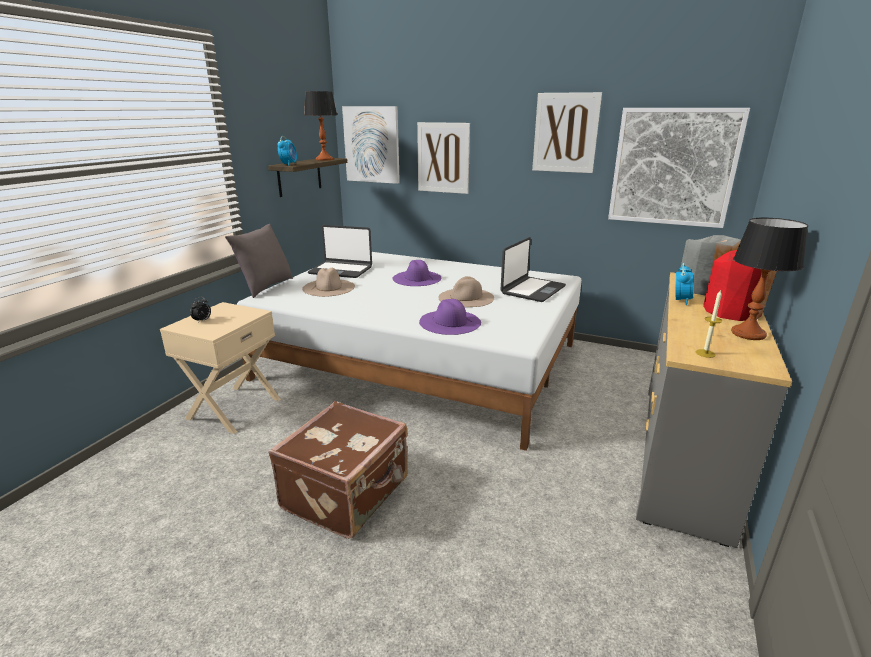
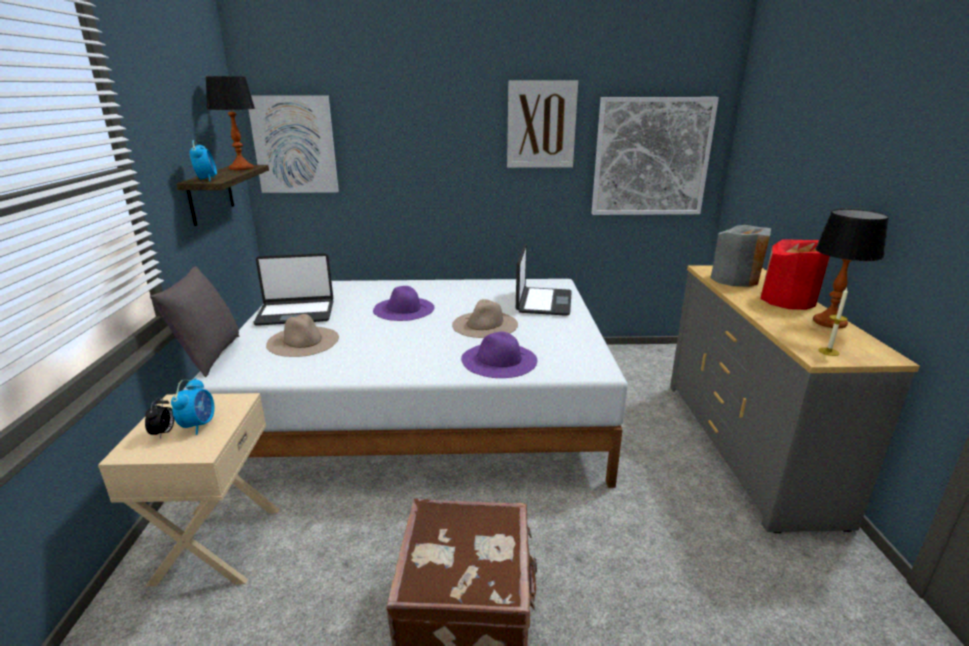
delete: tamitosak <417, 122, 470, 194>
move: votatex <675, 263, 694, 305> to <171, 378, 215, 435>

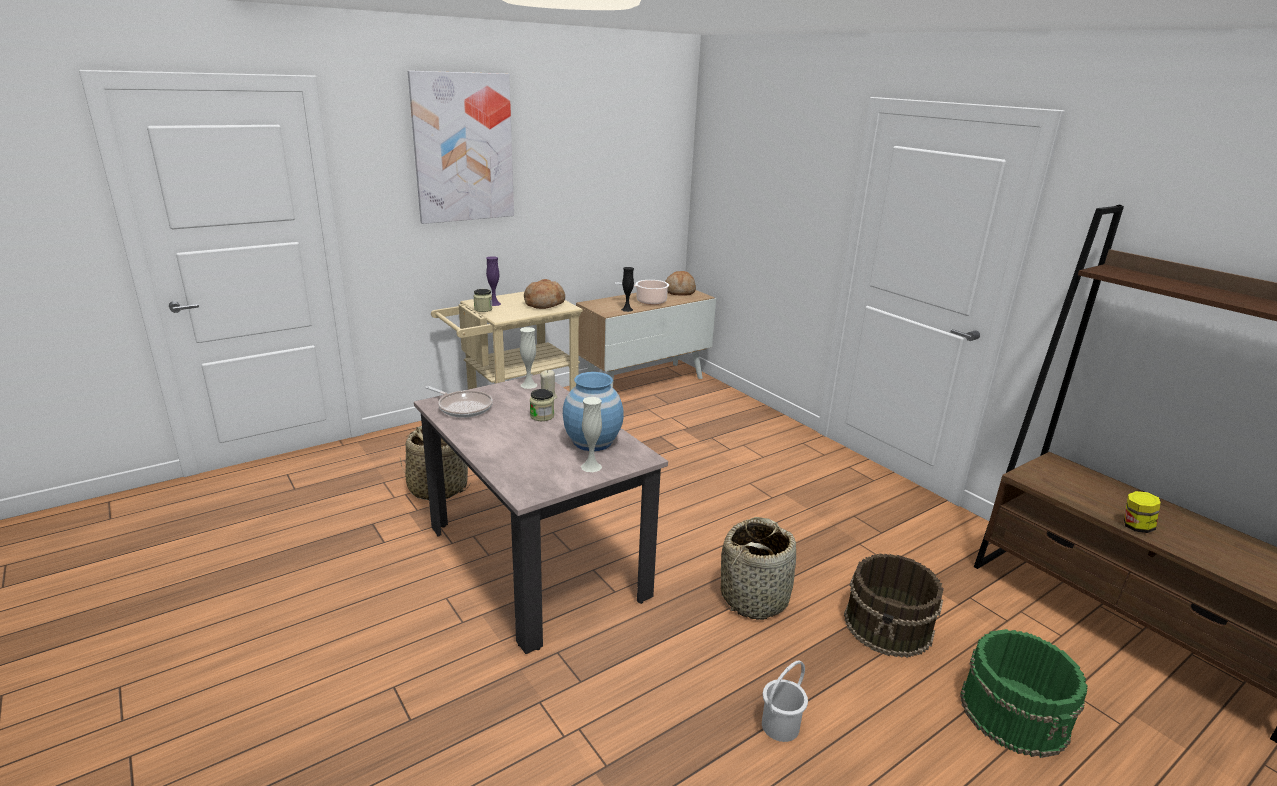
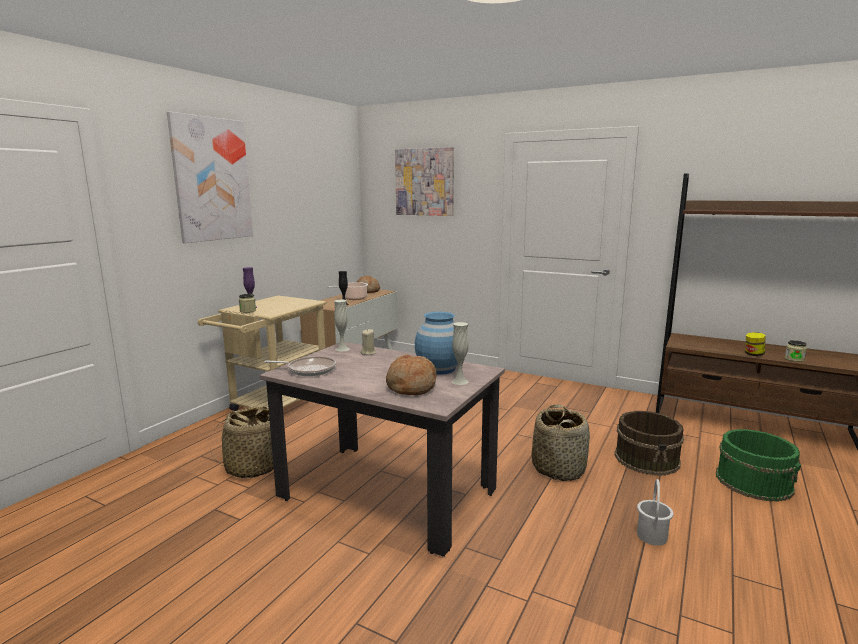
insert: tamitosak <395, 147, 454, 216>
move: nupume <524, 279, 565, 309> to <386, 355, 437, 395>; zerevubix <530, 389, 554, 421> to <785, 340, 807, 362>

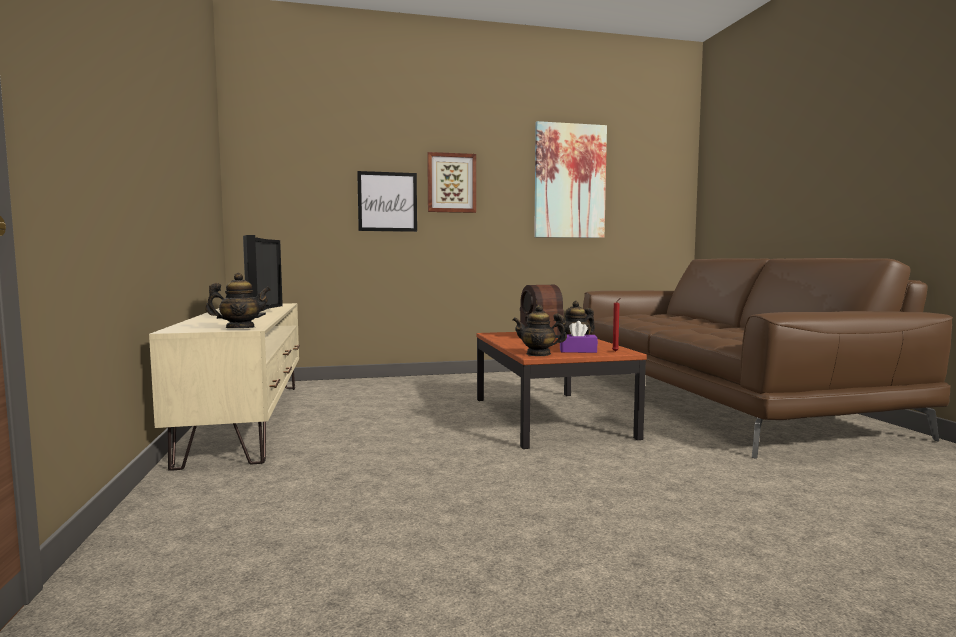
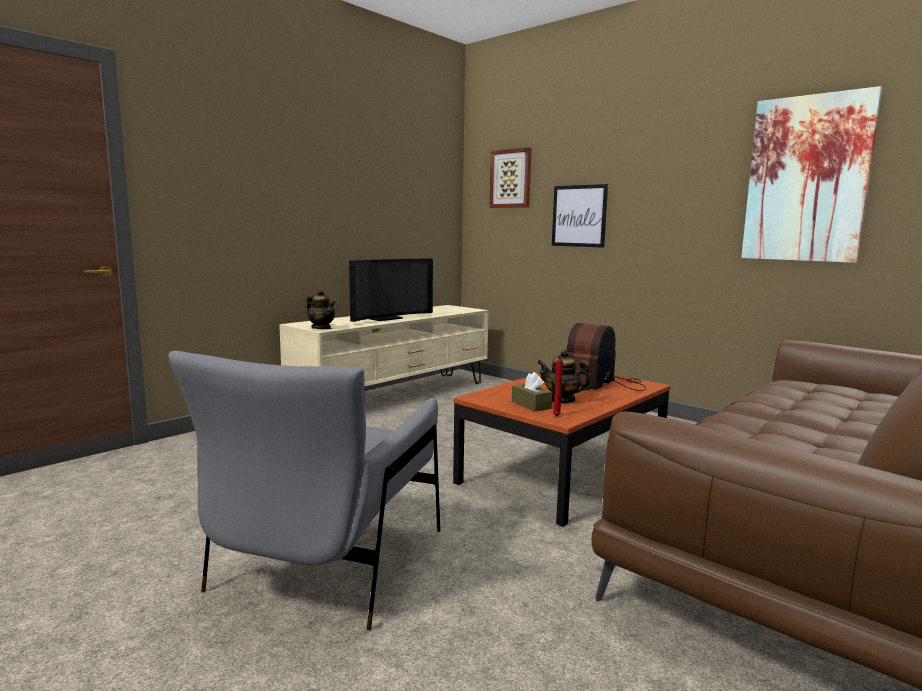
delete: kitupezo <513, 305, 567, 356>
insert: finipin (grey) <168, 351, 441, 630>
move: tamitosak <427, 152, 476, 213> to <489, 147, 531, 208>
recolor: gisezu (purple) <560, 321, 598, 353> to gisezu (brown) <512, 372, 552, 412>

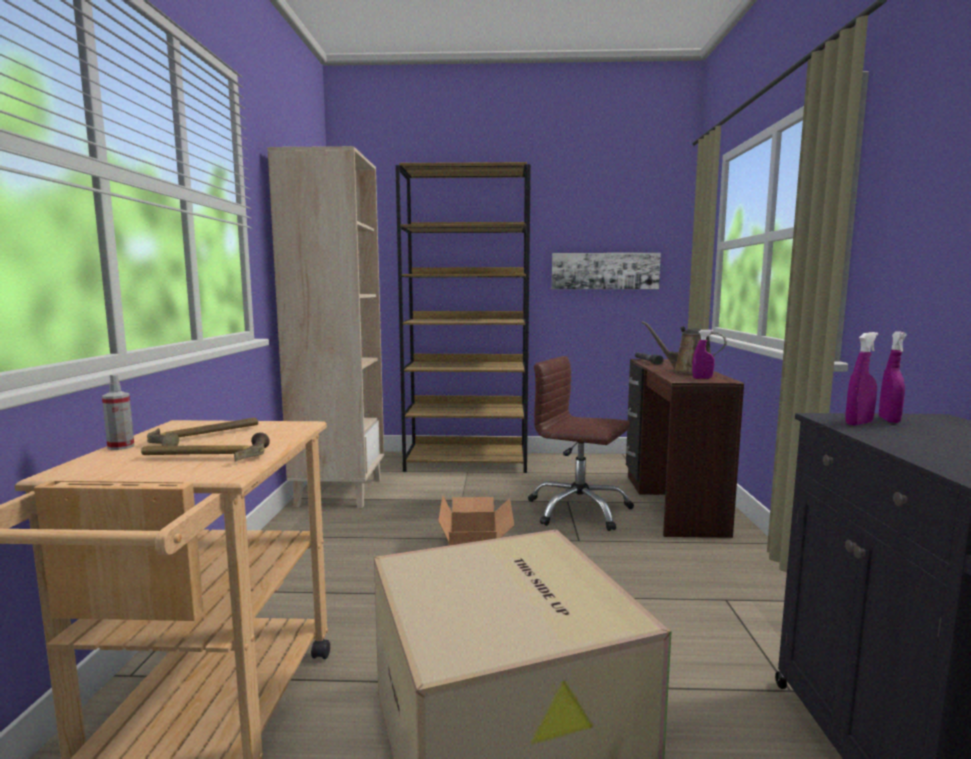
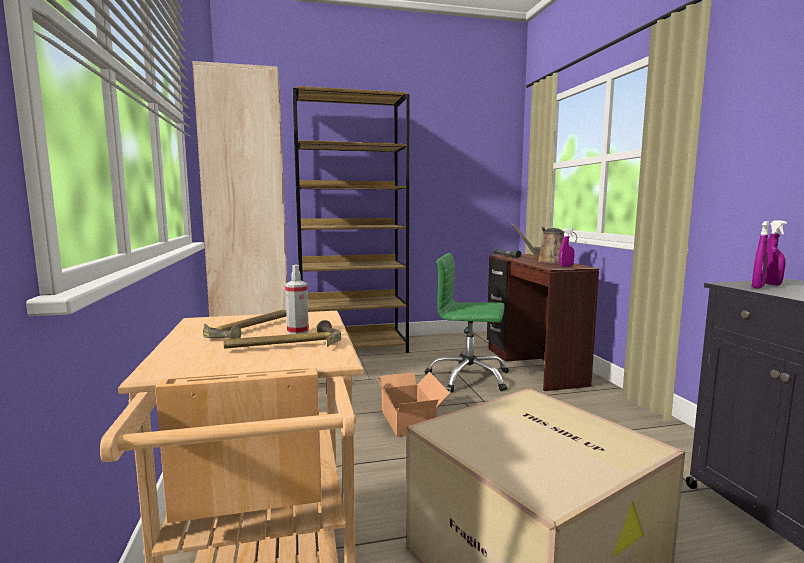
delete: tamitosak <552, 253, 661, 289>
move: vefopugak <102, 374, 134, 450> to <285, 265, 309, 334>
recolor: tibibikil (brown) <528, 356, 634, 531> to tibibikil (green) <425, 253, 509, 392>

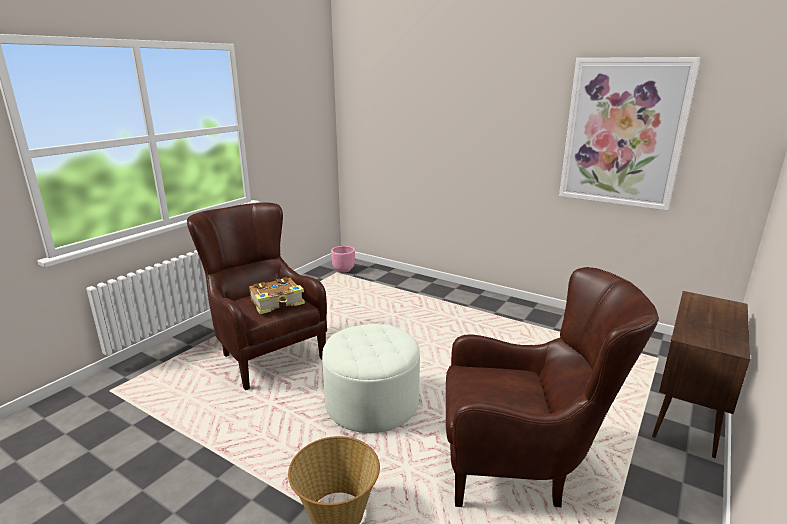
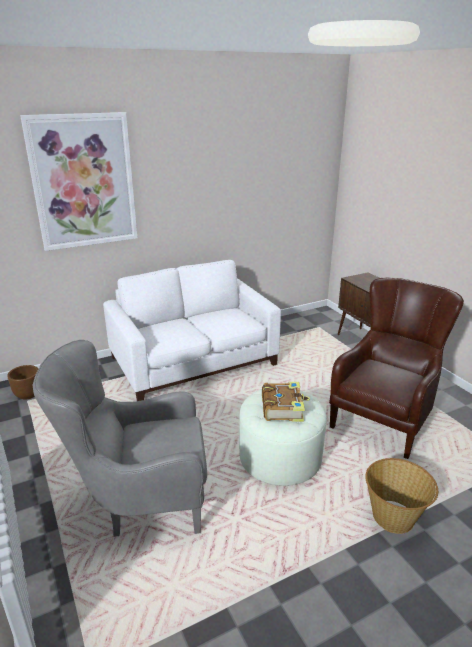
insert: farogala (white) <103, 260, 281, 401>
move: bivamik <249, 277, 305, 314> to <262, 382, 310, 422>; tamitosak <559, 57, 701, 210> to <20, 112, 138, 251>
recolor: finipin (brown) <187, 203, 327, 390> to finipin (grey) <33, 340, 207, 537>; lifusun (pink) <331, 246, 355, 273> to lifusun (brown) <7, 365, 38, 400>

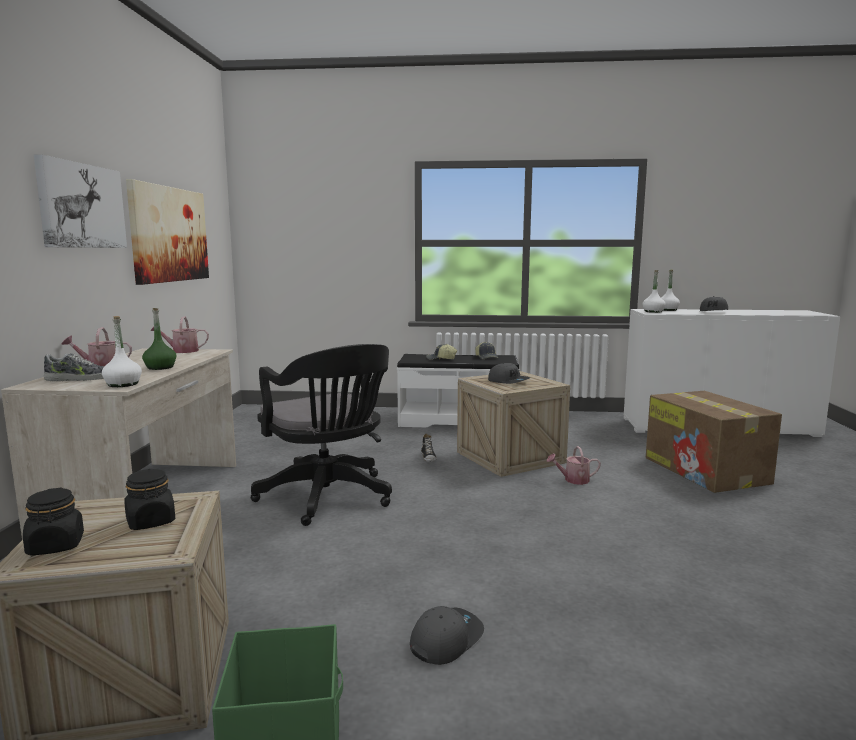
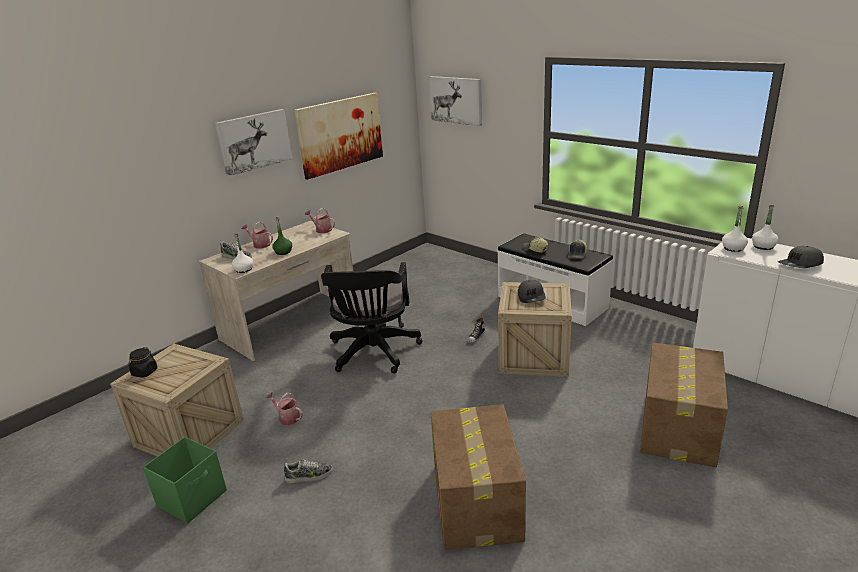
delete: zerevubix (black) <124, 469, 175, 530>
insert: tamitosak <429, 76, 482, 126>; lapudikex <431, 404, 526, 550>
move: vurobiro <547, 446, 601, 485> to <265, 392, 303, 425>
replace: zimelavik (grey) <410, 606, 484, 665> to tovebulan <284, 459, 333, 484>

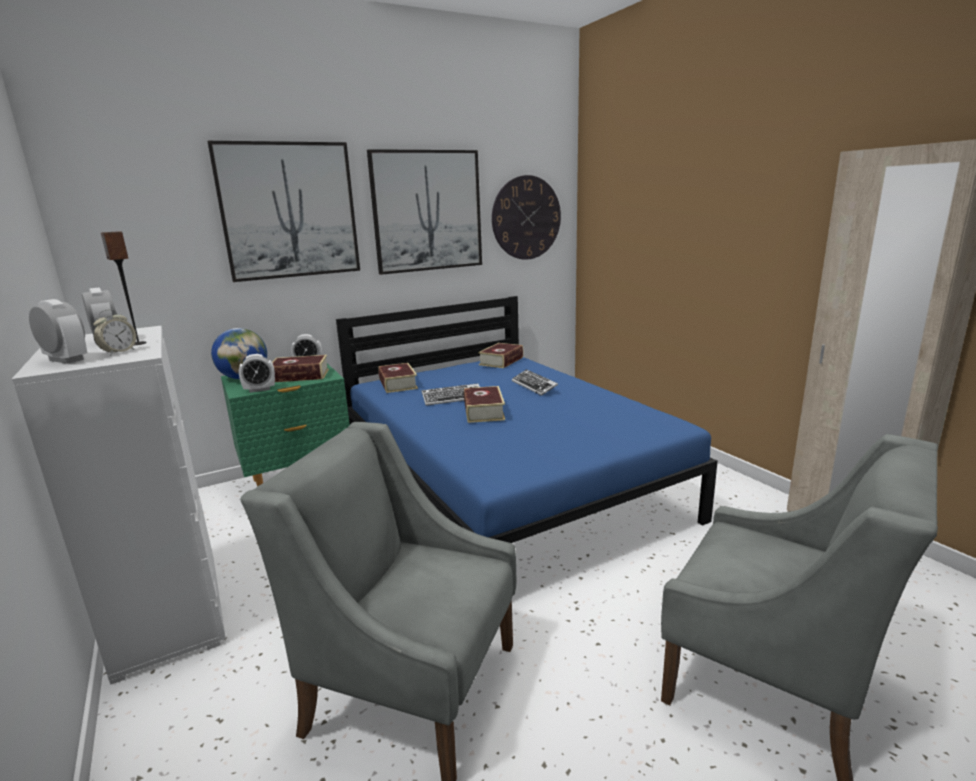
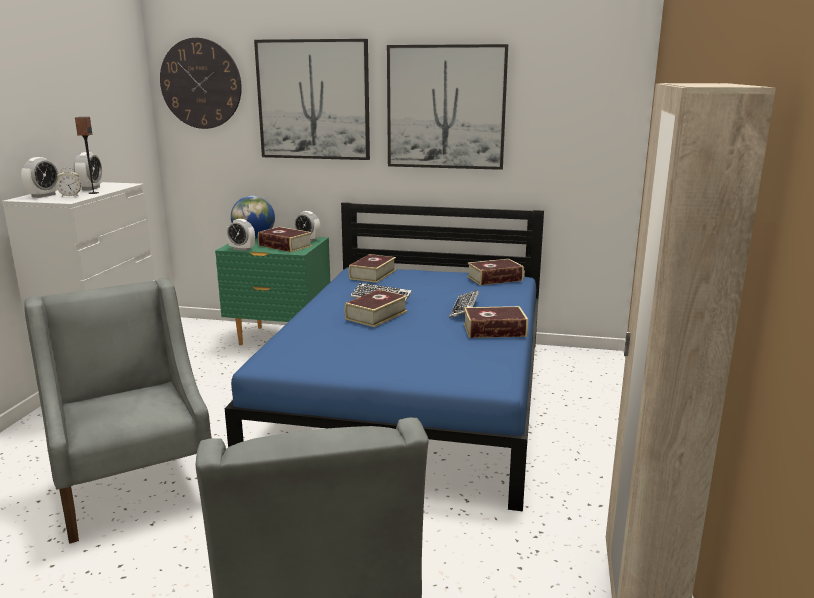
insert: bivamik <464, 306, 528, 338>
move: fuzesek <492, 175, 561, 260> to <160, 38, 242, 129>
rotate: votatex <29, 299, 87, 364> = <21, 157, 59, 198> 45 degrees clockwise

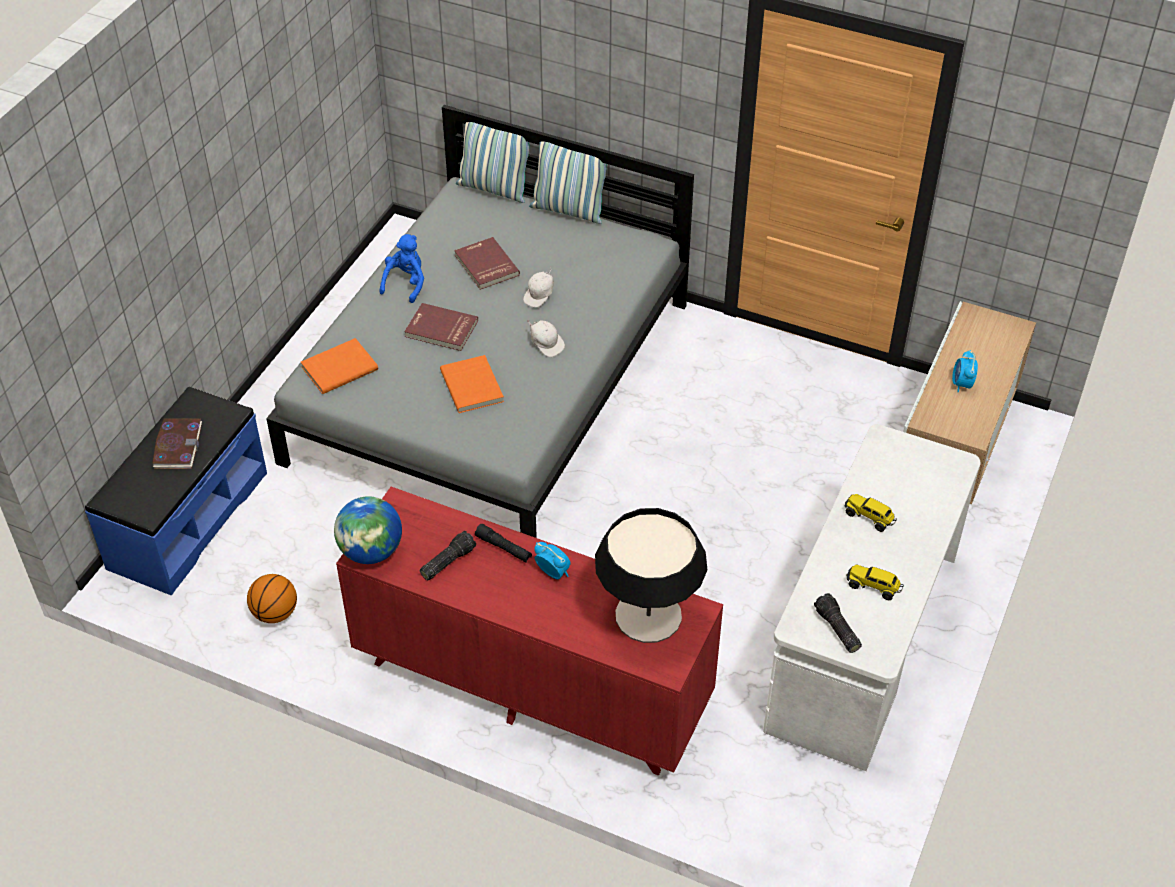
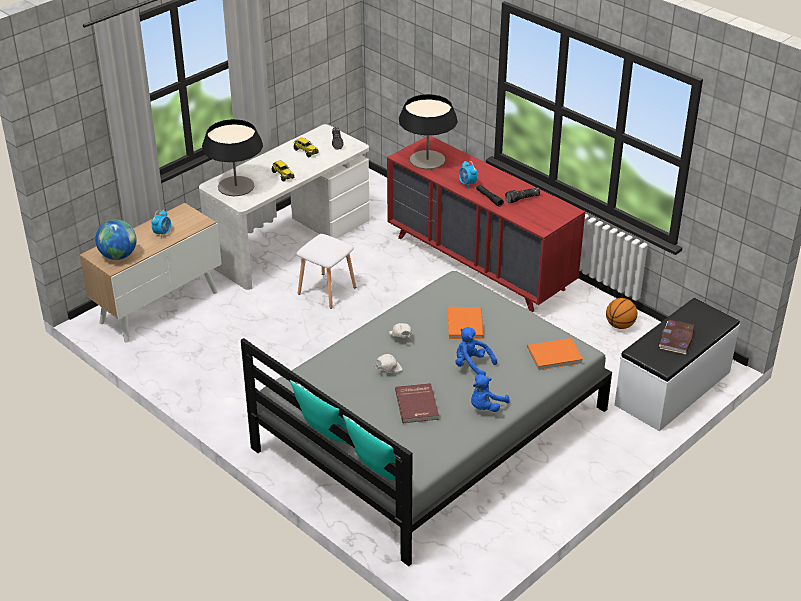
insert: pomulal <202, 119, 263, 196>; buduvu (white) <296, 234, 356, 309>
move: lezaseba <334, 496, 402, 564> to <95, 219, 136, 260>
replace: bivamik (red) <404, 303, 478, 351> to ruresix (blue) <455, 327, 497, 375>
recolor: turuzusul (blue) <85, 387, 267, 596> to turuzusul (white) <615, 298, 740, 431>

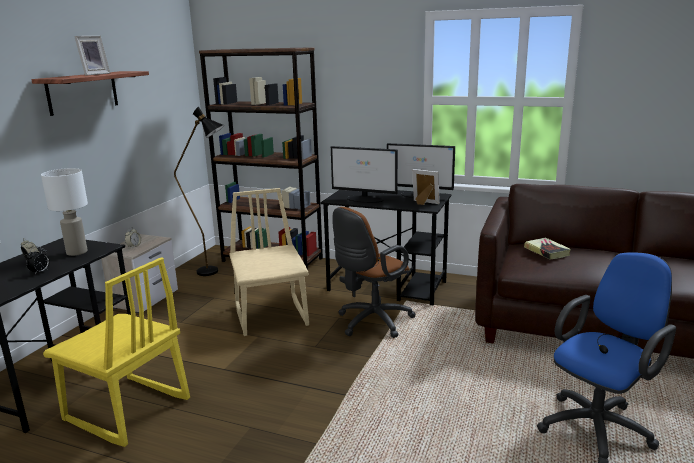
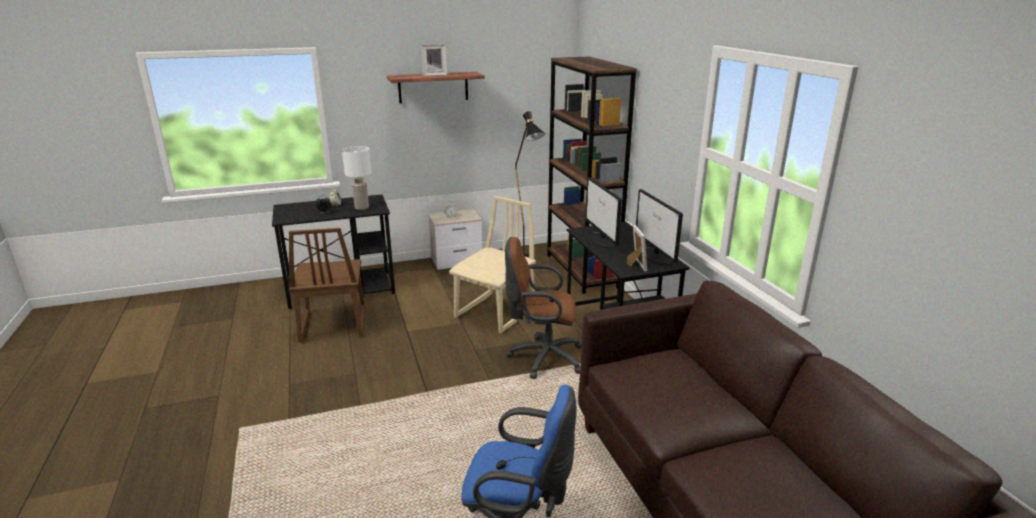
delete: bivamik <524, 237, 571, 260>
recolor: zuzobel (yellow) <43, 257, 190, 447> to zuzobel (brown) <289, 228, 365, 342>

